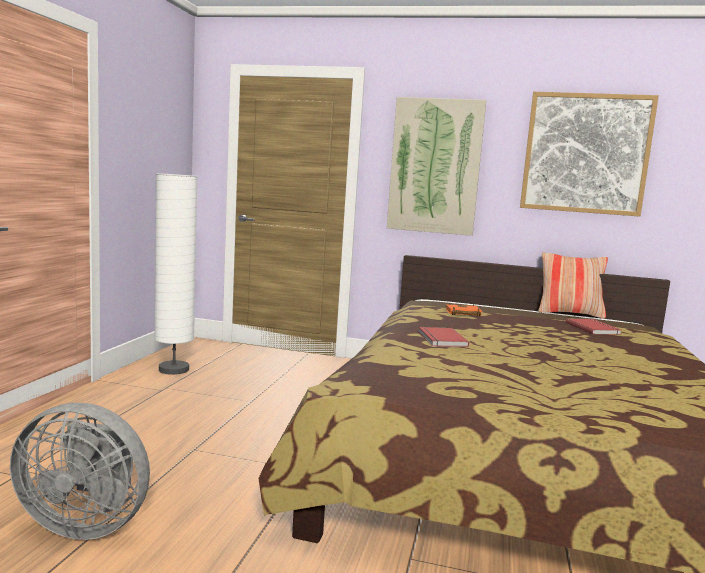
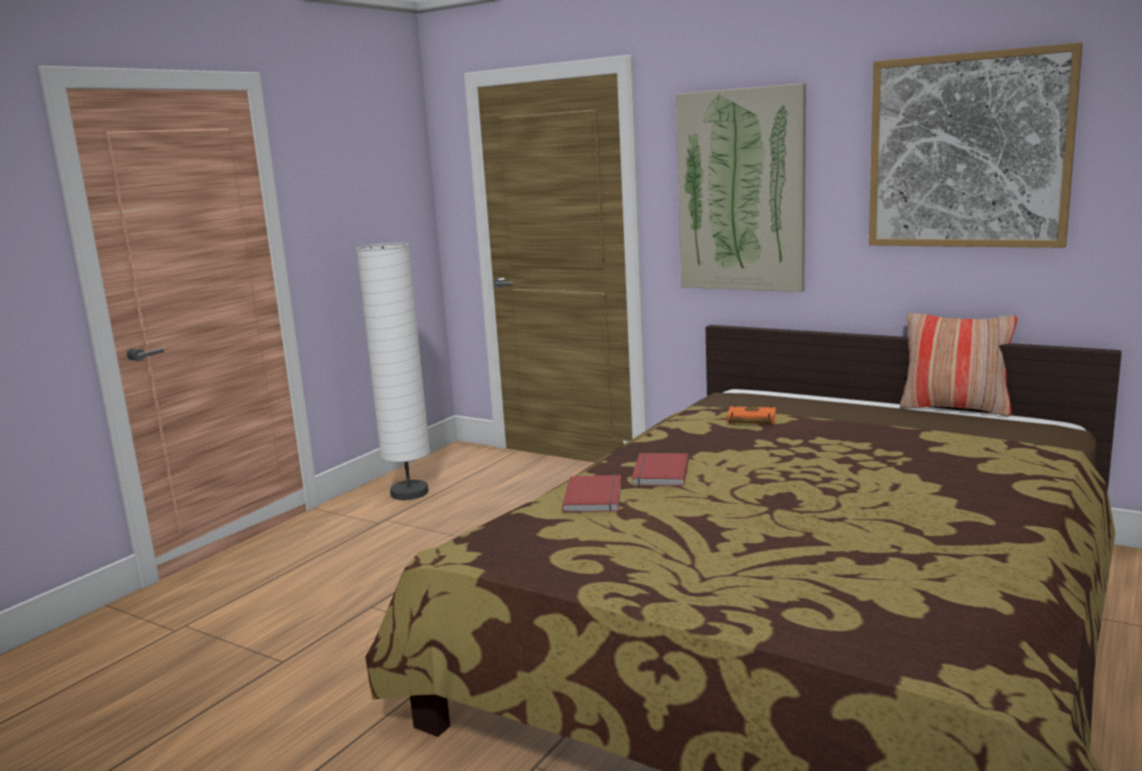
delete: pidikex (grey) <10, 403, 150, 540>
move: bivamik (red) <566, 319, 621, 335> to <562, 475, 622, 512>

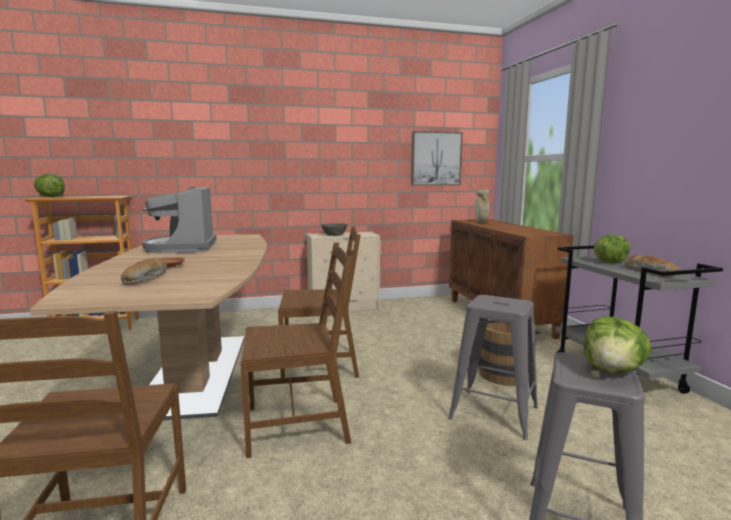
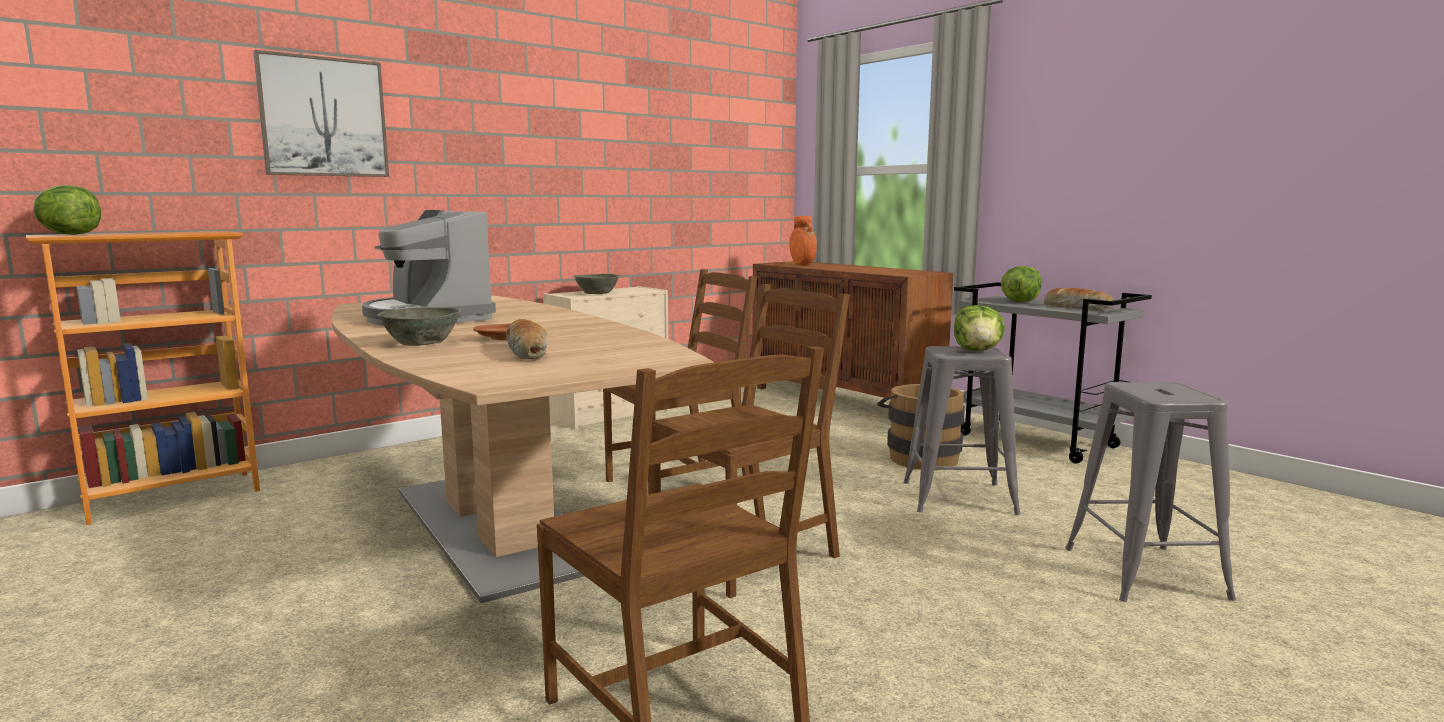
insert: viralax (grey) <377, 307, 461, 346>
move: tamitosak <411, 131, 463, 186> to <253, 50, 389, 177>; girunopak <584, 317, 651, 373> to <954, 305, 1005, 351>
recolor: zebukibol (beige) <475, 189, 490, 223> to zebukibol (orange) <789, 216, 817, 265>

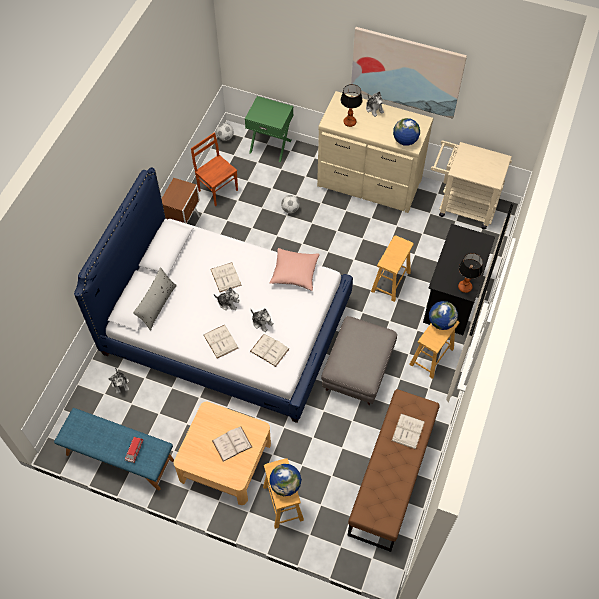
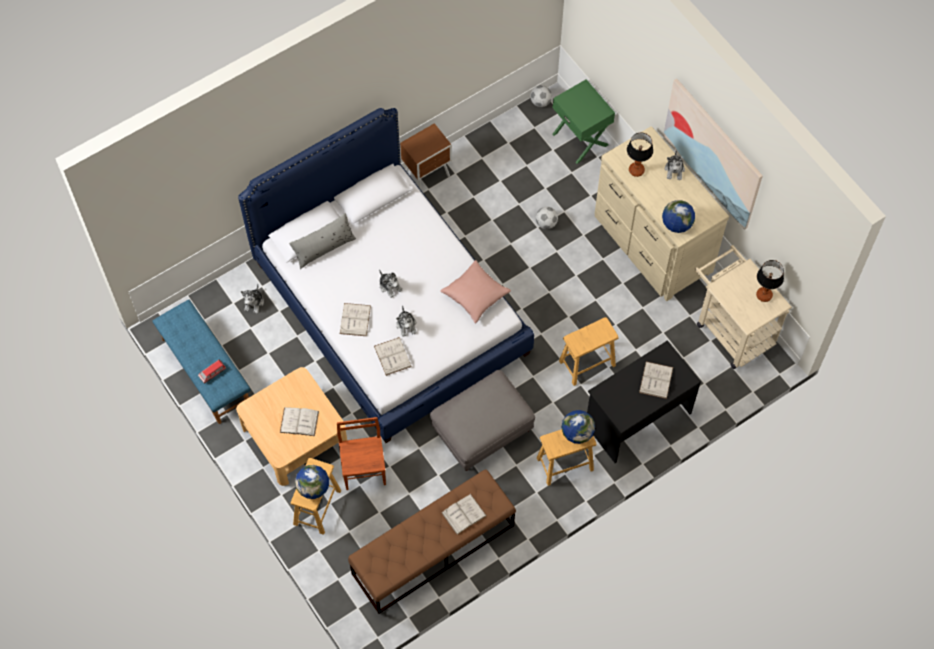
move: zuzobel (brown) <191, 132, 238, 206> to <337, 417, 386, 490>; bivamik (white) <210, 262, 242, 292> to <639, 361, 673, 399>; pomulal <458, 253, 483, 293> to <756, 260, 784, 302>

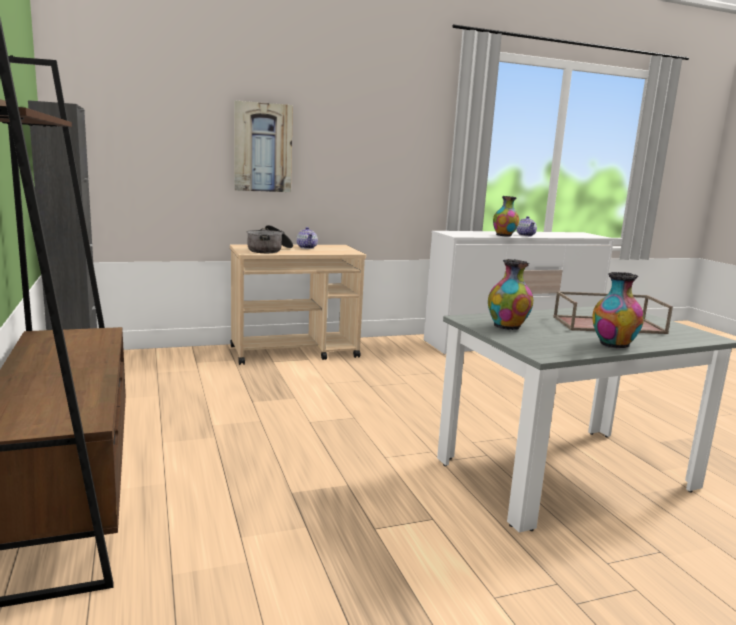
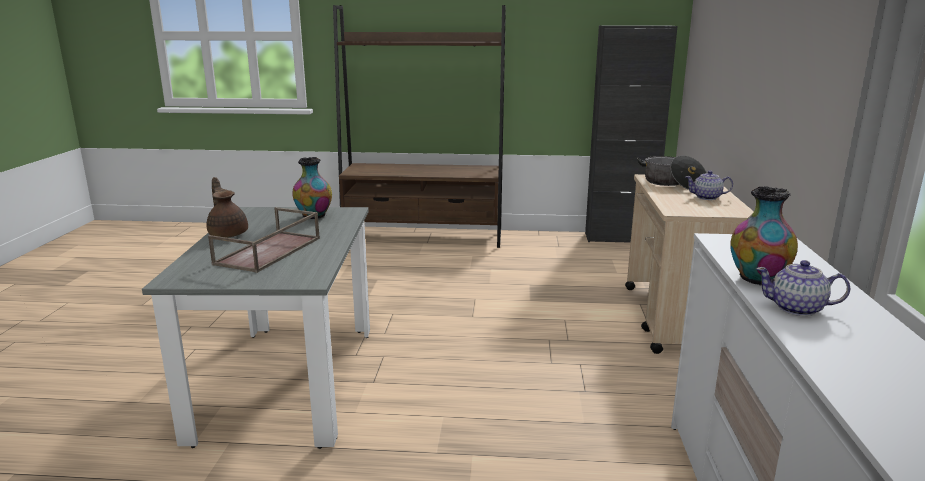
delete: tamitosak <234, 101, 293, 192>
replace: zebukibol <592, 272, 644, 349> to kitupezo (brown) <207, 177, 248, 238>

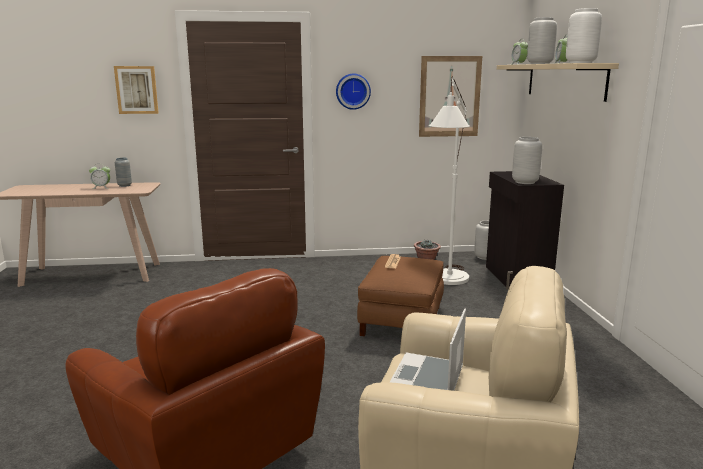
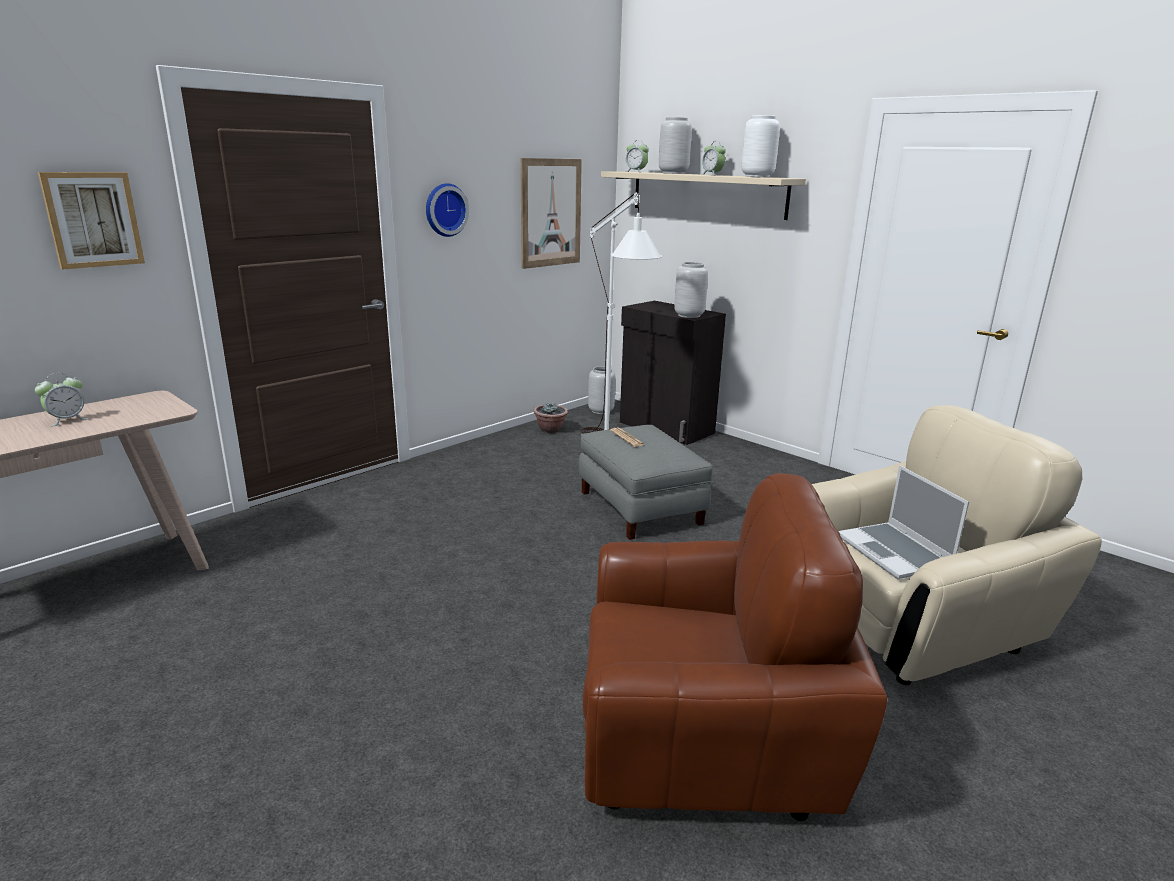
delete: zebukibol (grey) <115, 158, 132, 187>
recolor: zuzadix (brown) <357, 256, 444, 336> to zuzadix (grey) <579, 425, 713, 540>

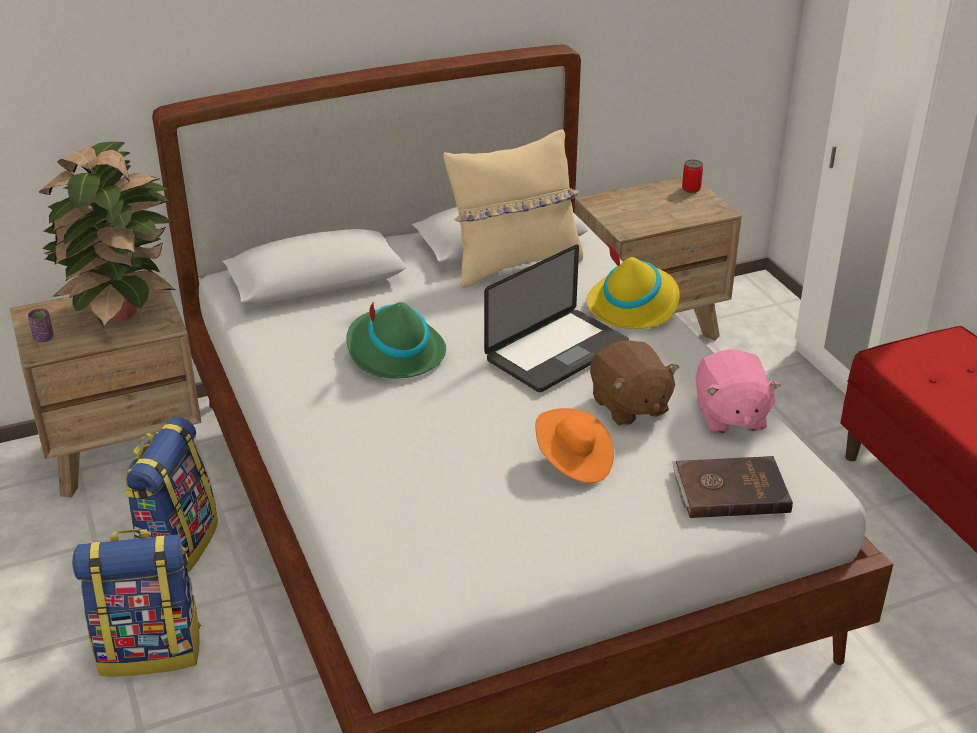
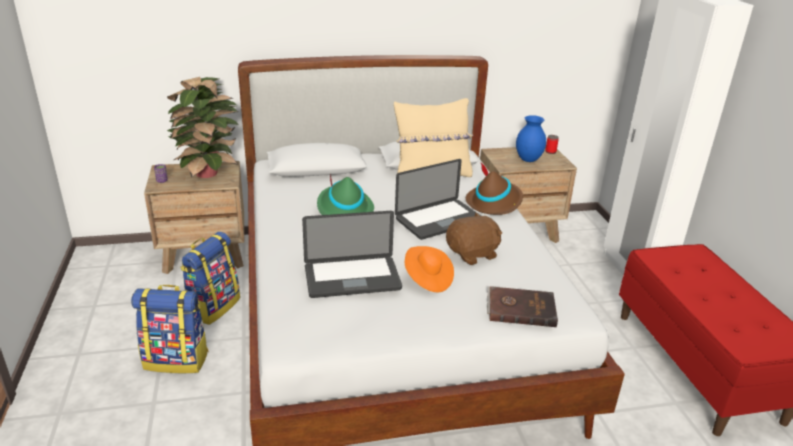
delete: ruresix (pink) <696, 349, 781, 434>
insert: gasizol <302, 211, 402, 298>; zebukibol (blue) <516, 115, 546, 162>
recolor: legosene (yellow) <586, 244, 680, 329> to legosene (brown) <466, 163, 523, 215>
rotate: ruresix (brown) <590, 340, 679, 426> = <446, 213, 502, 265> 105 degrees counterclockwise

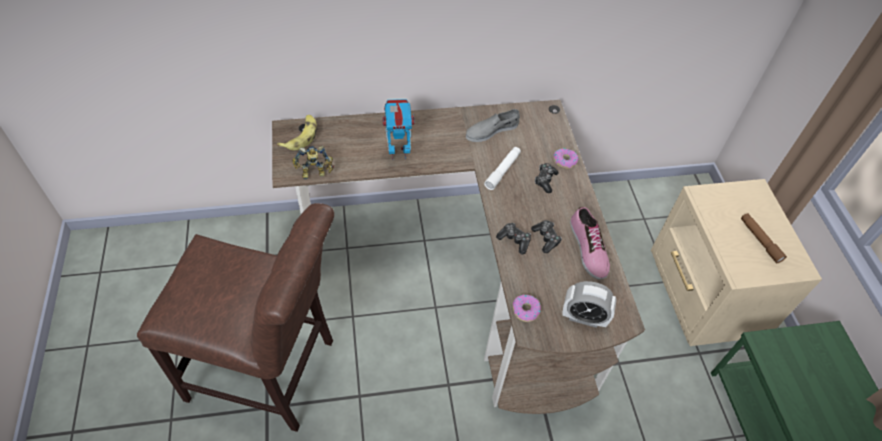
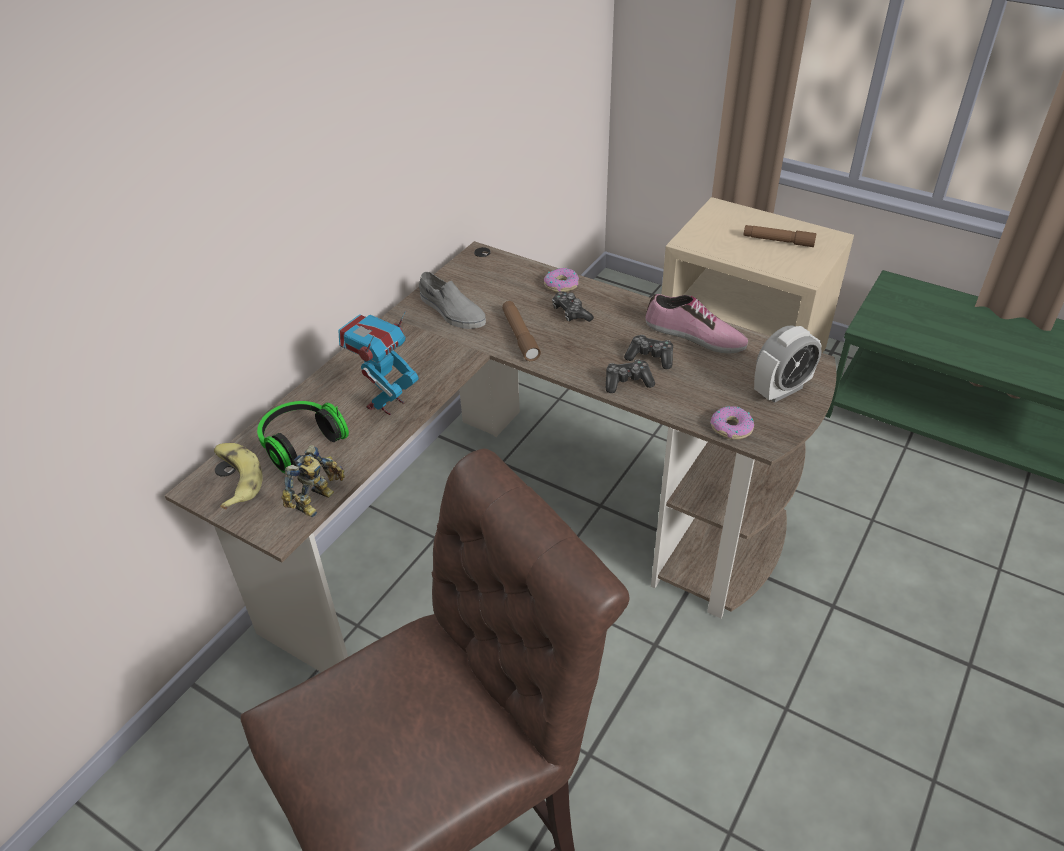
insert: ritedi <257, 401, 349, 473>
recolor: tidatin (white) <484, 147, 521, 190> to tidatin (brown) <502, 301, 541, 361>
rotate: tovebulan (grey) <466, 109, 520, 142> = <419, 272, 486, 329> 60 degrees counterclockwise

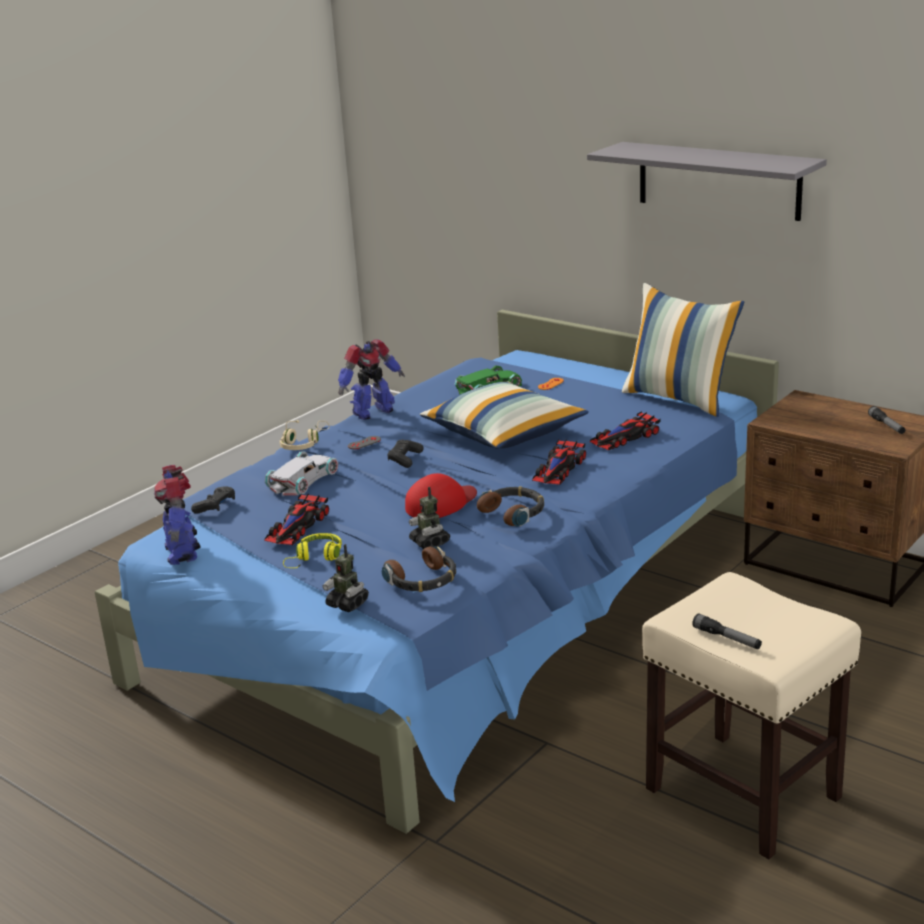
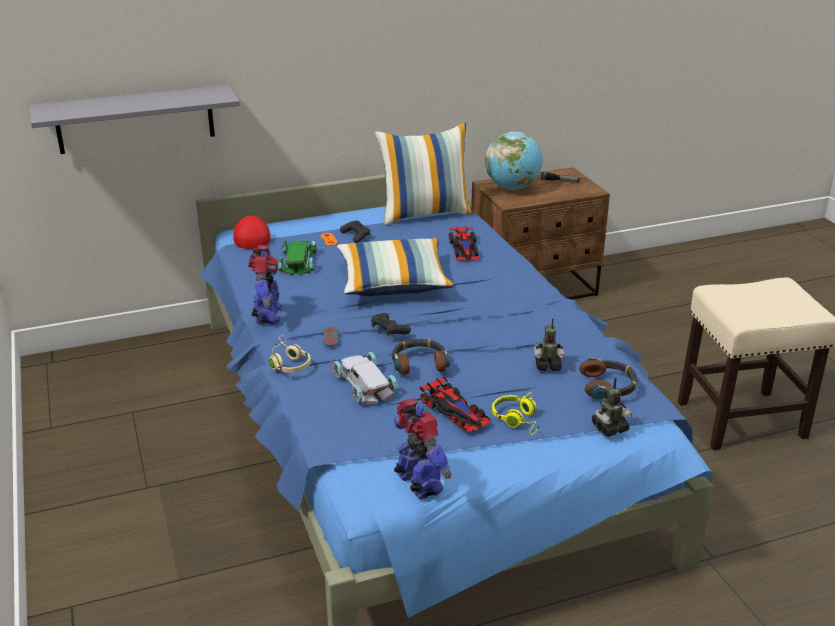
delete: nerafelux <532, 440, 586, 485>; tidatin <692, 613, 762, 649>
insert: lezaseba <485, 132, 543, 190>
move: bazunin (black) <191, 486, 235, 514> to <340, 221, 370, 243>; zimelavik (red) <405, 473, 477, 518> to <234, 215, 271, 249>; ritedi <477, 486, 544, 527> to <392, 339, 450, 375>; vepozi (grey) <587, 142, 827, 221> to <30, 85, 240, 154>
rotate: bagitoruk <154, 465, 201, 565> = <394, 398, 451, 500> 135 degrees counterclockwise

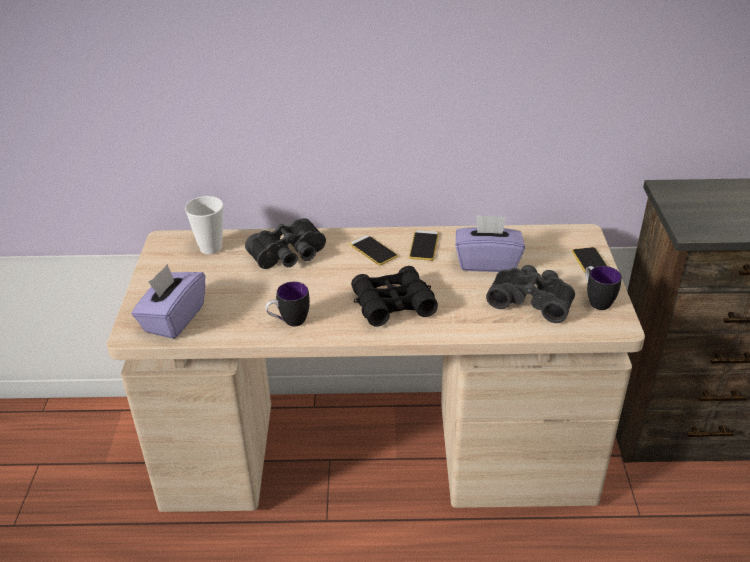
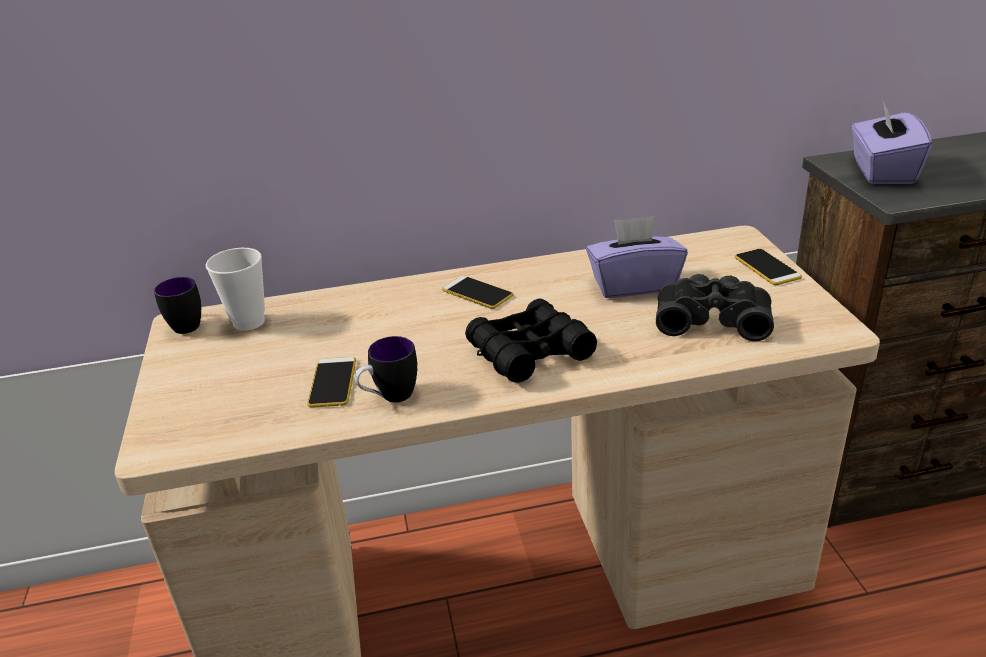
delete: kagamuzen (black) <245, 218, 326, 269>
move: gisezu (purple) <132, 264, 205, 339> to <852, 99, 932, 184>; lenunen <409, 230, 439, 261> to <307, 357, 356, 408>; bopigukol <585, 266, 622, 310> to <154, 277, 201, 334>

